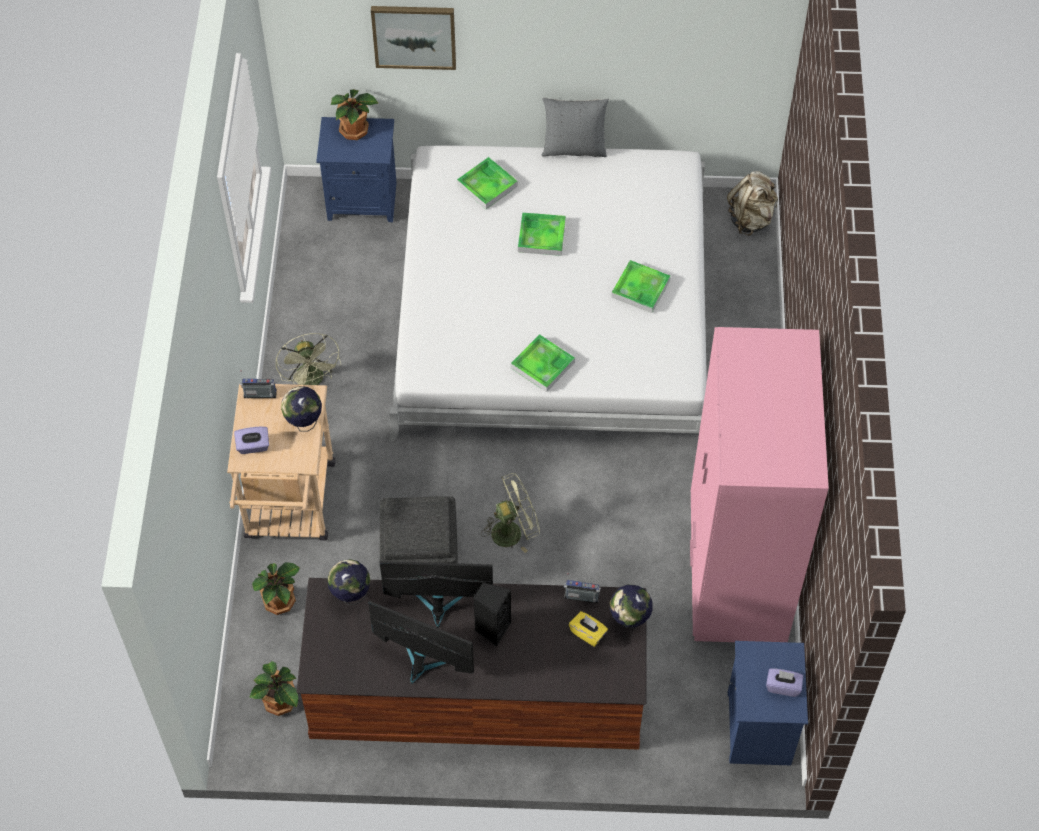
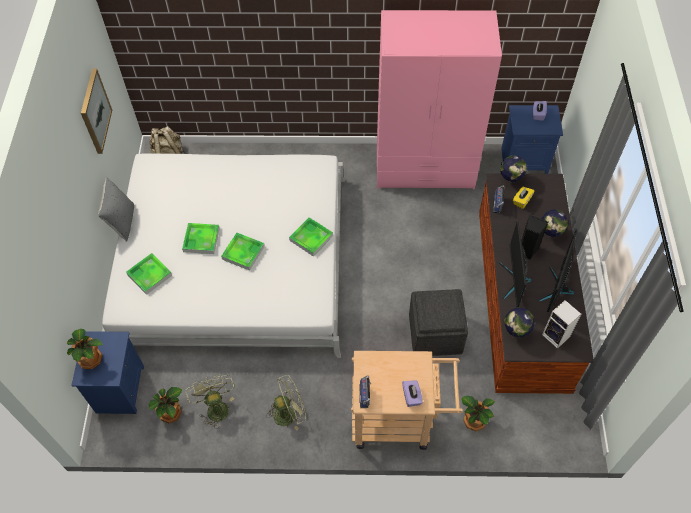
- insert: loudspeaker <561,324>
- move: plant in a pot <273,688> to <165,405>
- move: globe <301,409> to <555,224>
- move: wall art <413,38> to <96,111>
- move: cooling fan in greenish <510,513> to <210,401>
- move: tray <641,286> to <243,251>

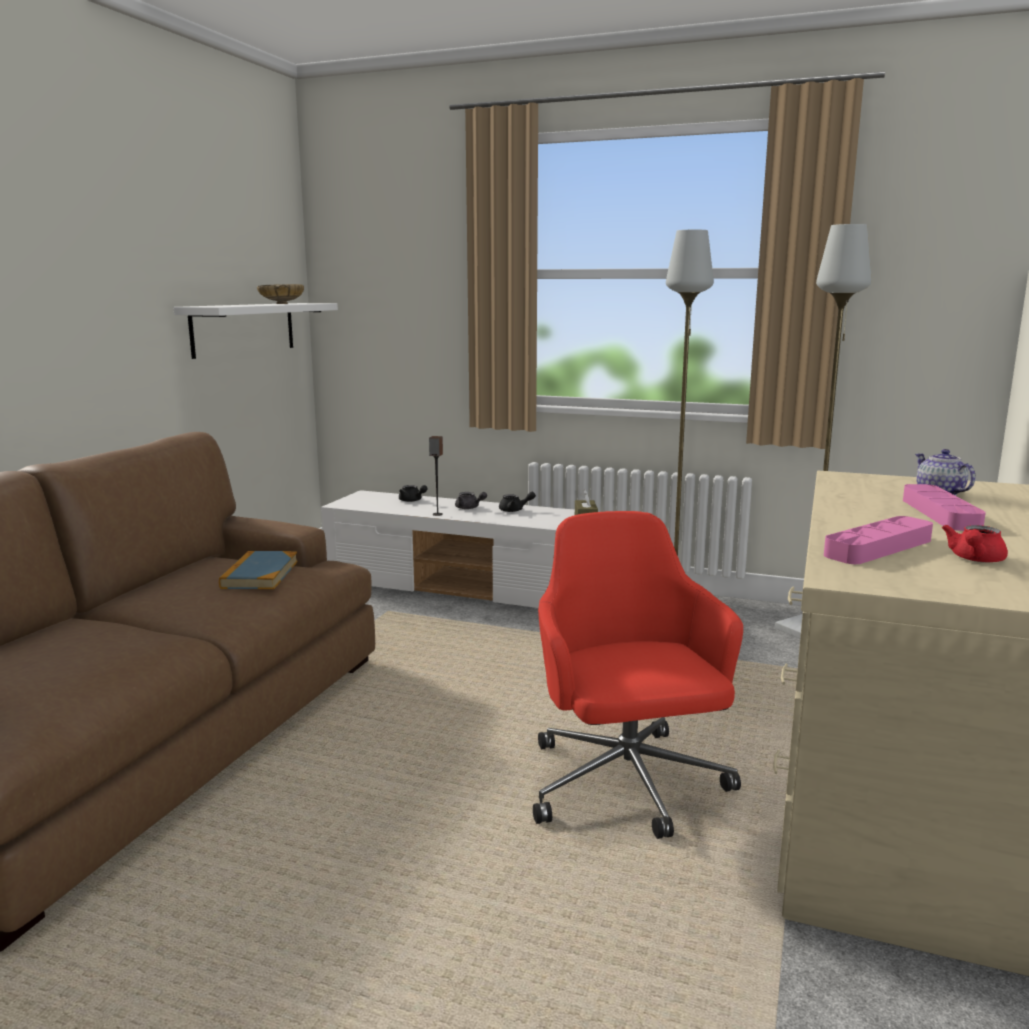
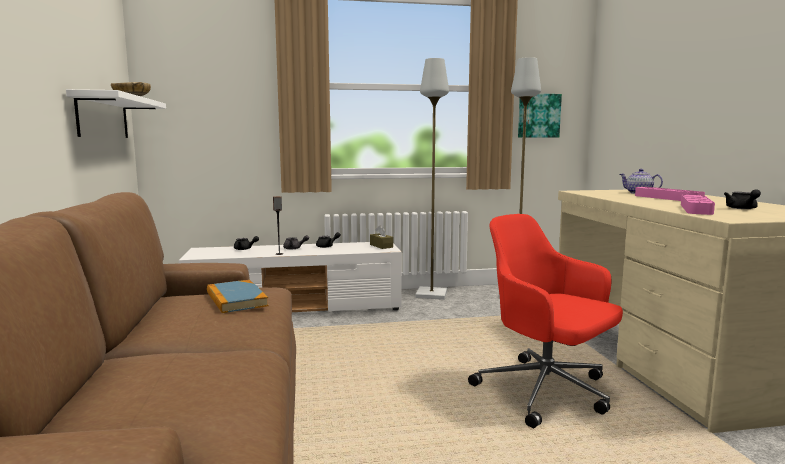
- insert: wall art <540,116>
- recolor: teapot in red <975,543> to teapot in black-coloured <742,199>

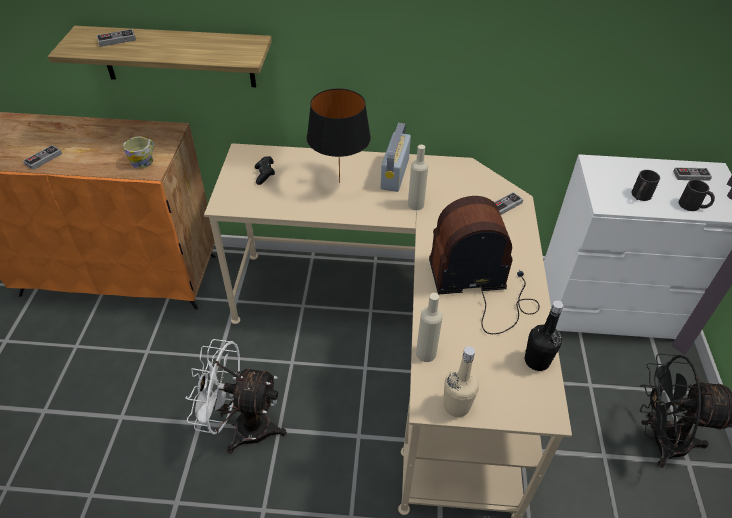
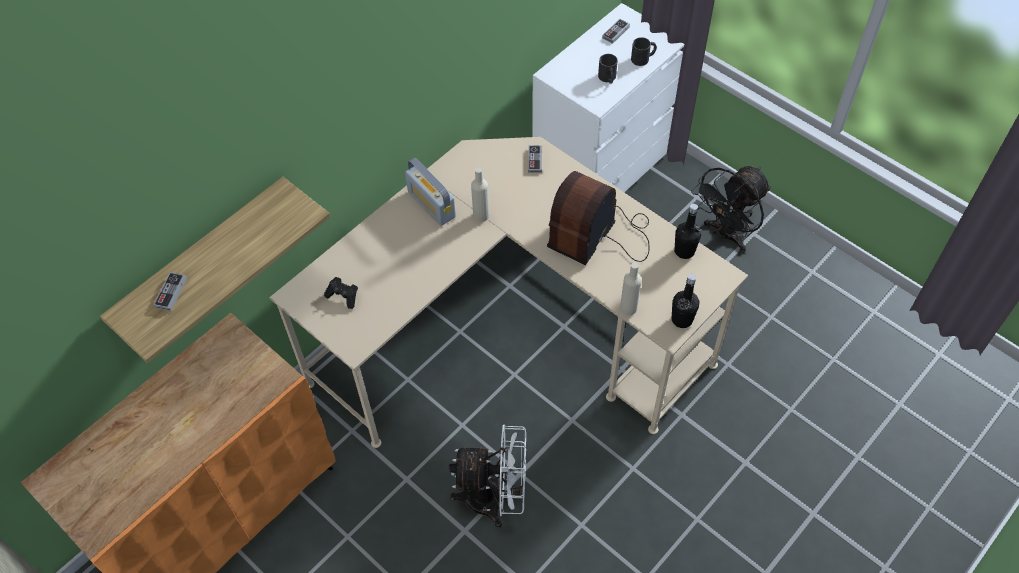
- delete: gamepad <42,157>
- delete: mug <138,153>
- delete: tabletop lamp in black-coloured <339,136>
- recolor: beverage bottle in beige-coloured <461,381> to beverage bottle in black-coloured <685,301>
- rotate: cooling fan in white <236,396> = <487,476> 135 degrees counterclockwise

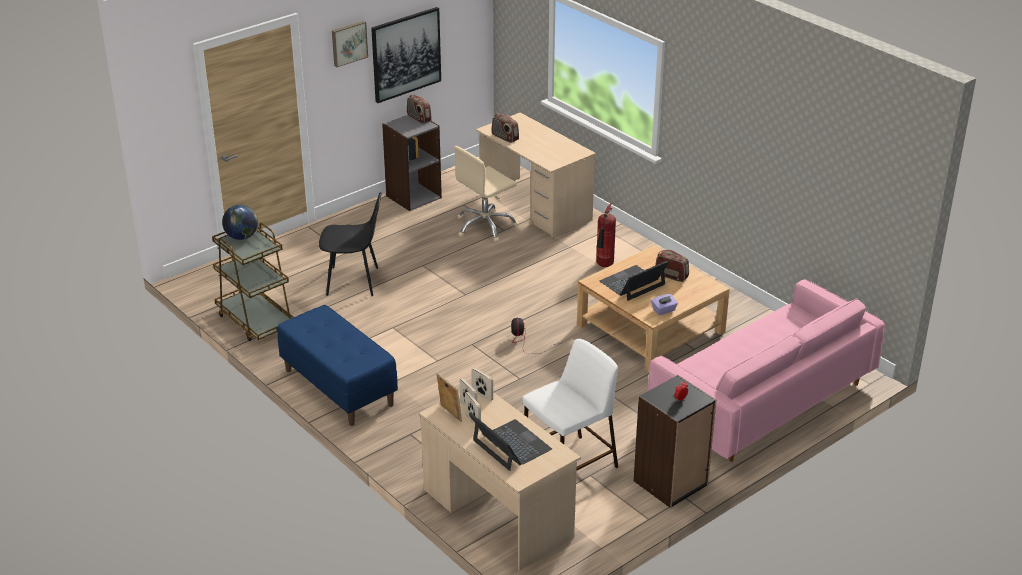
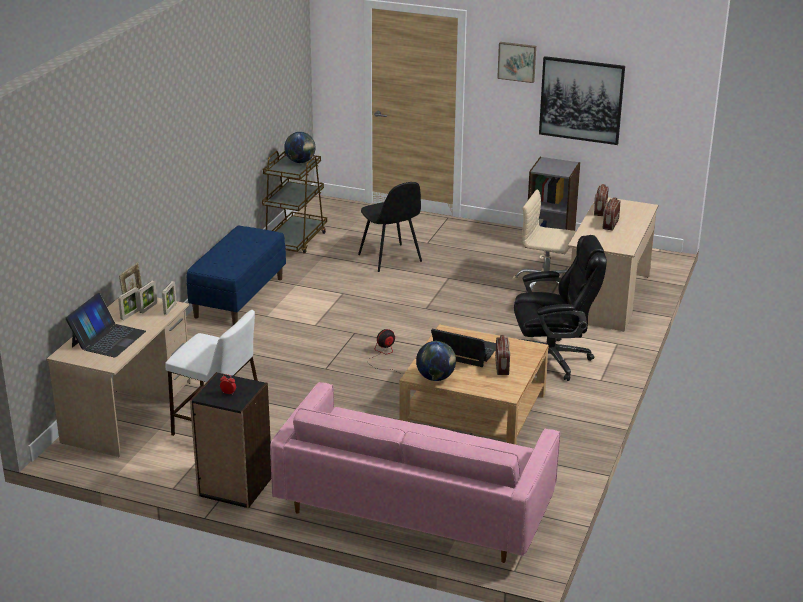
- move: radio receiver <419,109> to <611,214>
- replace: fire extinguisher <606,235> to desk chair in black-coloured <560,308>
- replace: box of tissues in purple-coloured <665,304> to globe <436,361>

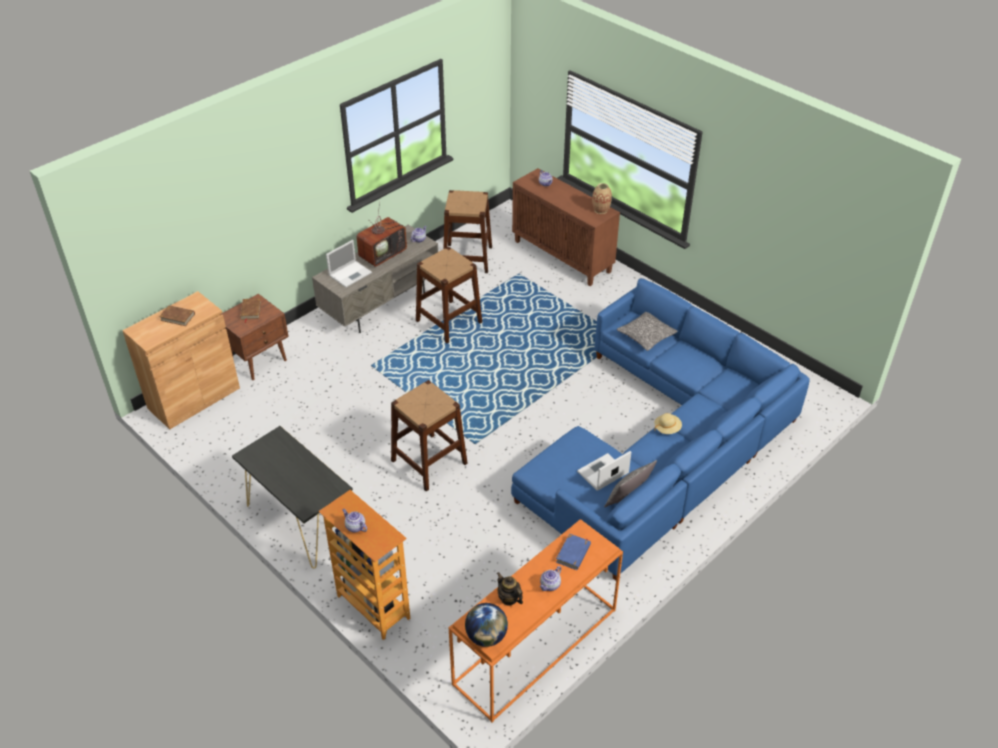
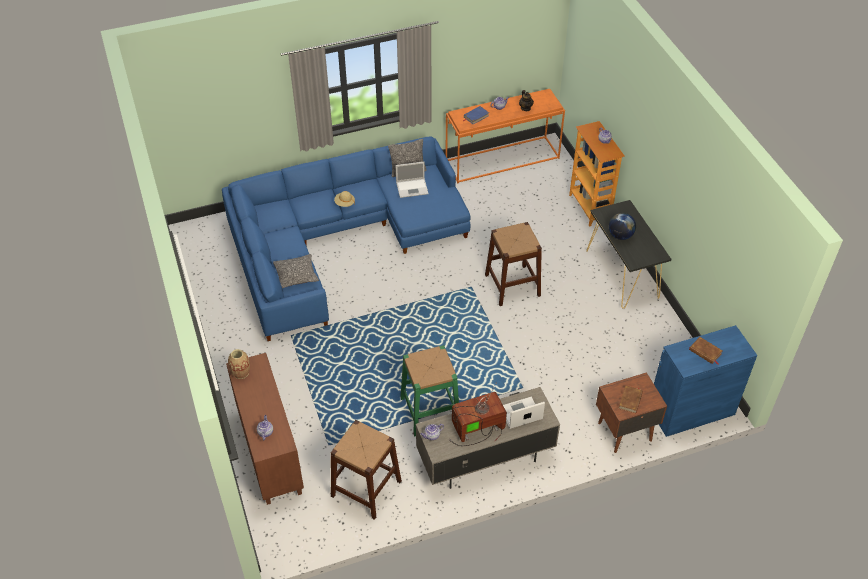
- move: globe <486,625> to <622,226>
- recolor: cabinet in brown-coloured <181,360> to cabinet in blue-coloured <705,381>
- recolor: sitting stool in brown-coloured <449,295> to sitting stool in greenish <429,391>

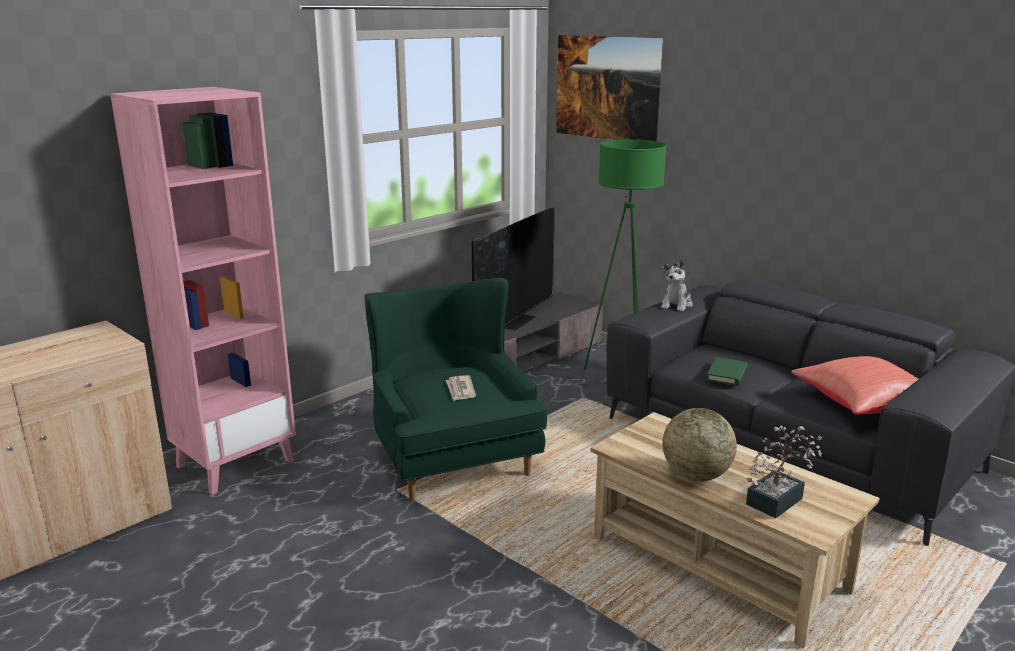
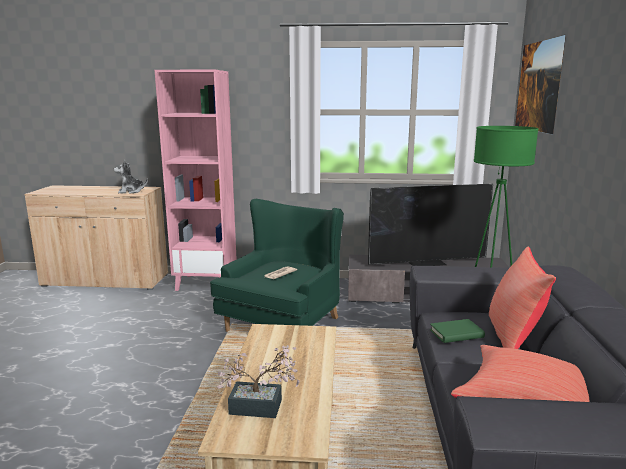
- delete: globe <699,444>
- insert: cushion in red <522,298>
- move: soft toy <677,285> to <131,177>

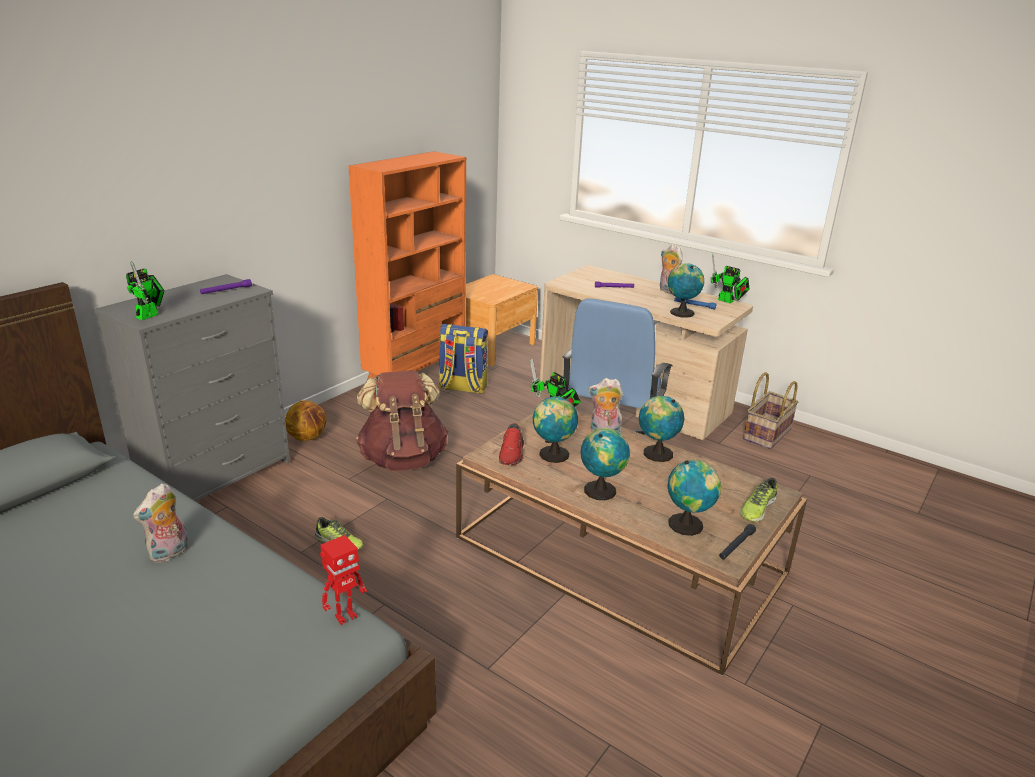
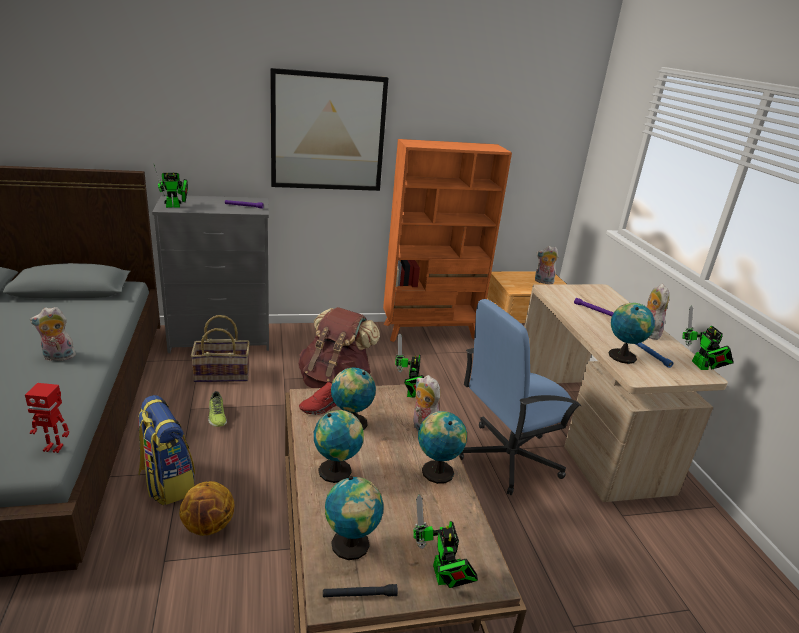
- insert: wall art <329,129>
- insert: soft toy <547,265>
- move: basketball <306,420> to <206,508>
- move: rucksack <463,359> to <166,450>
- move: storage basket <770,410> to <220,348>
- replace: item of footwear <758,500> to model robot <445,541>

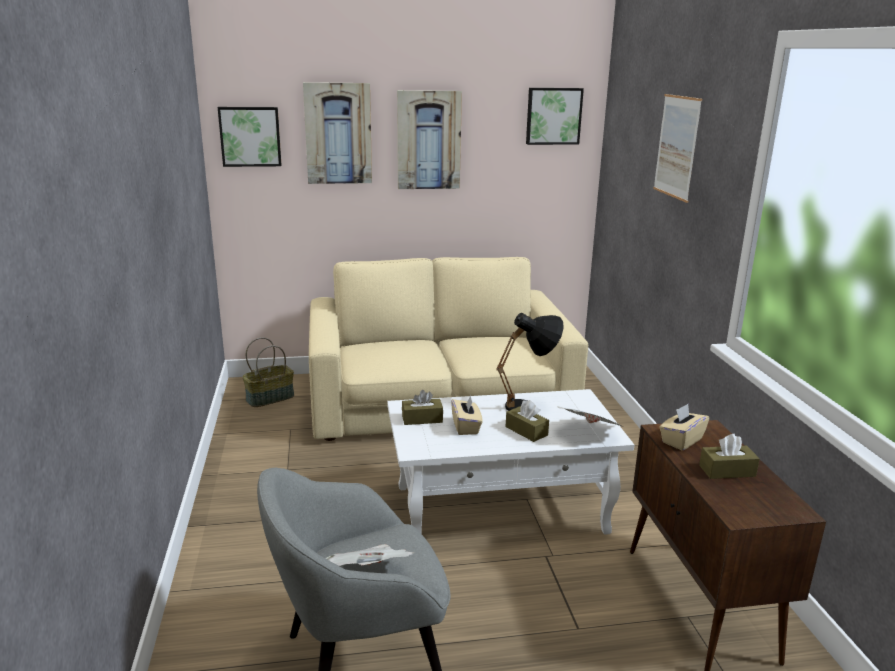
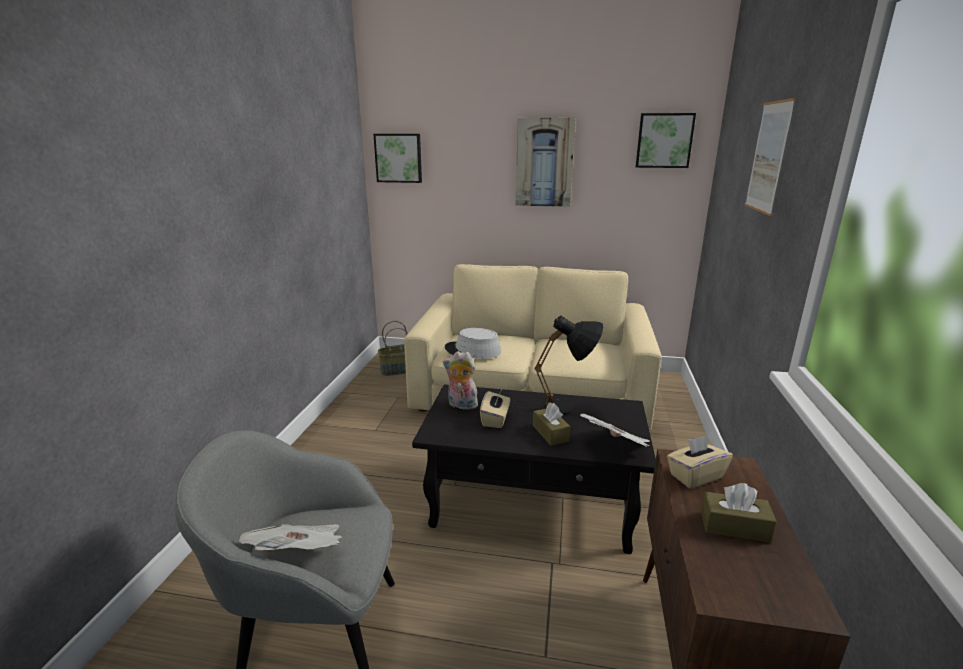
- delete: wall art <337,133>
- insert: clothing hat in gray <473,343>
- replace: box of tissues in brown-coloured <422,407> to soft toy <460,380>
- recolor: lounge table in white <510,462> to lounge table in black-coloured <534,469>

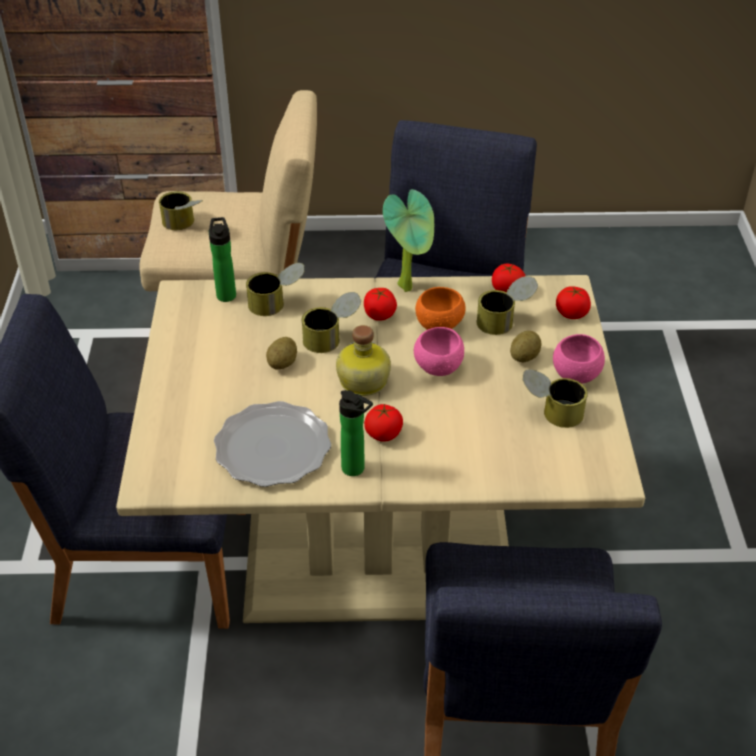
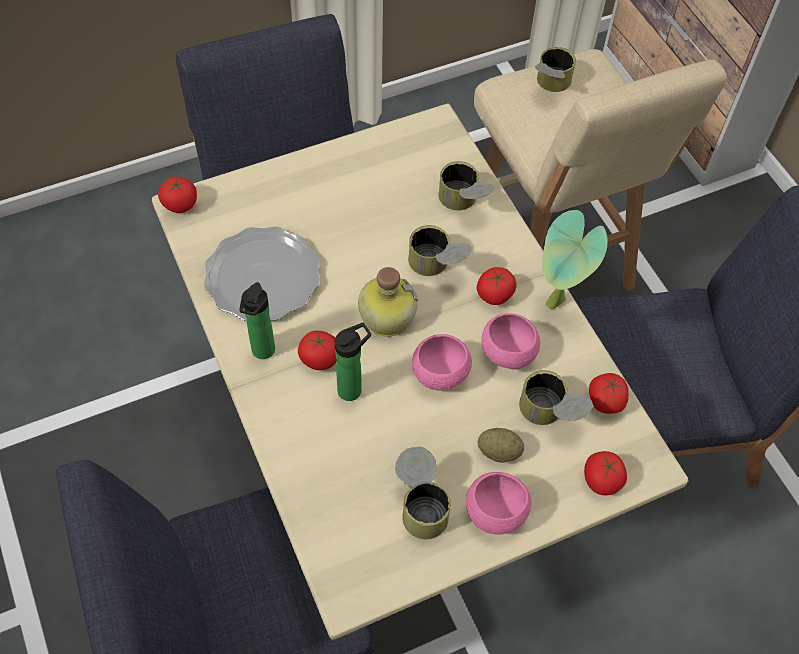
- delete: potato <281,353>
- insert: whole tomato <177,195>
- move: beverage bottle <222,259> to <353,362>
- recolor: bowl in orangey <440,308> to bowl in pink-coloured <510,341>

